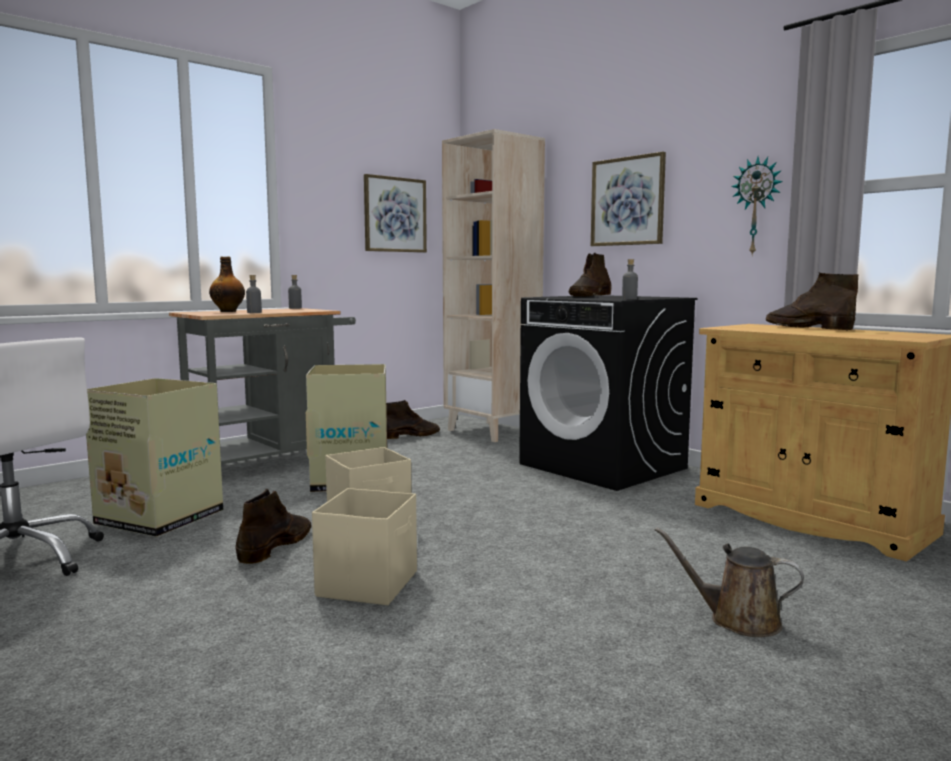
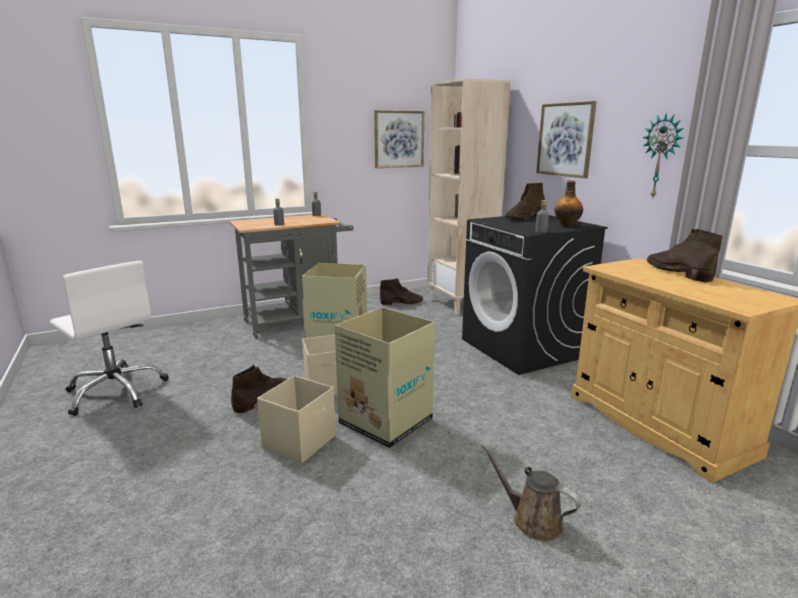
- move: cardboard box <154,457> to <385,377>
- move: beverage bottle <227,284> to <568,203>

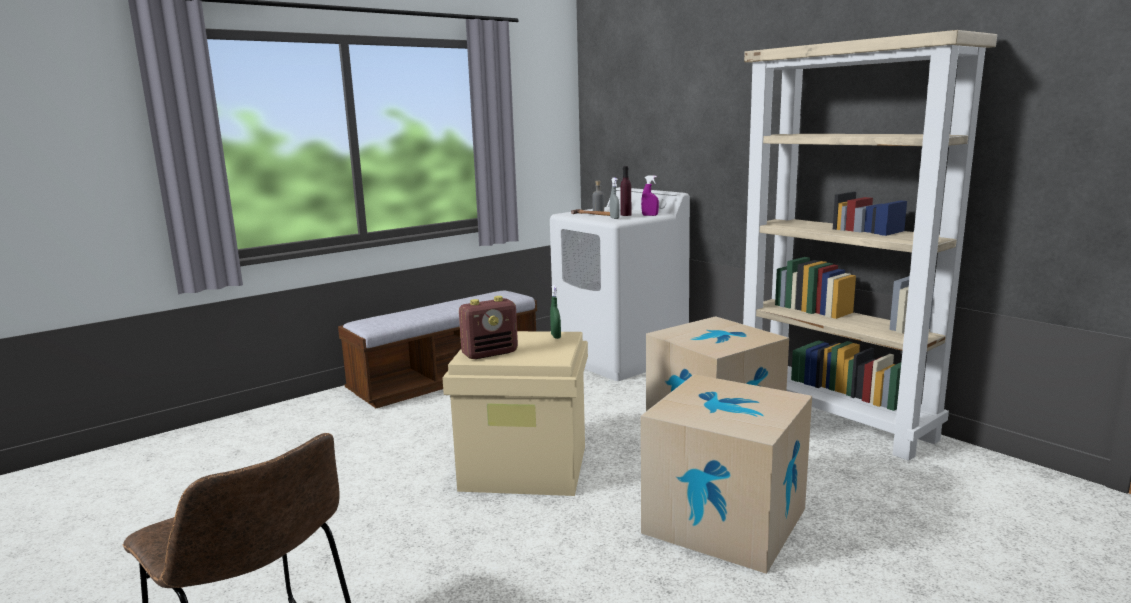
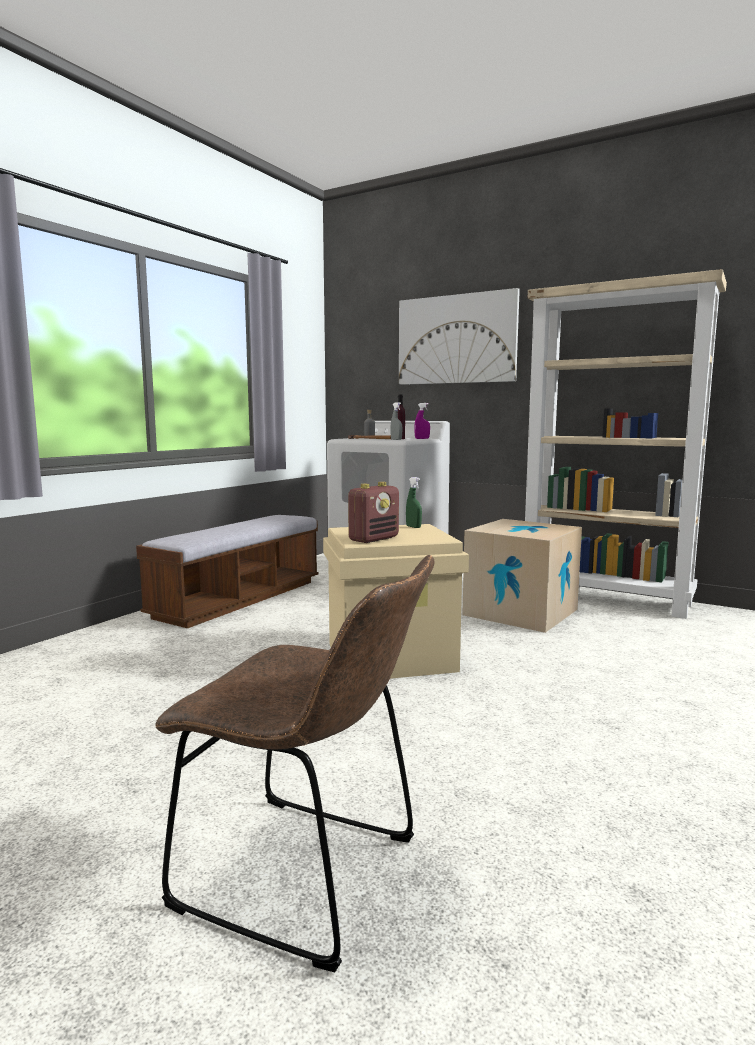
- delete: cardboard box <726,474>
- insert: wall art <459,336>

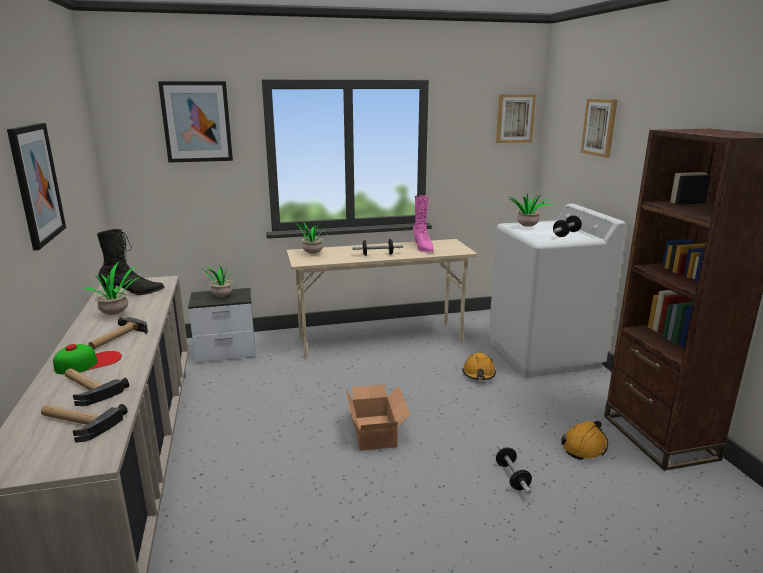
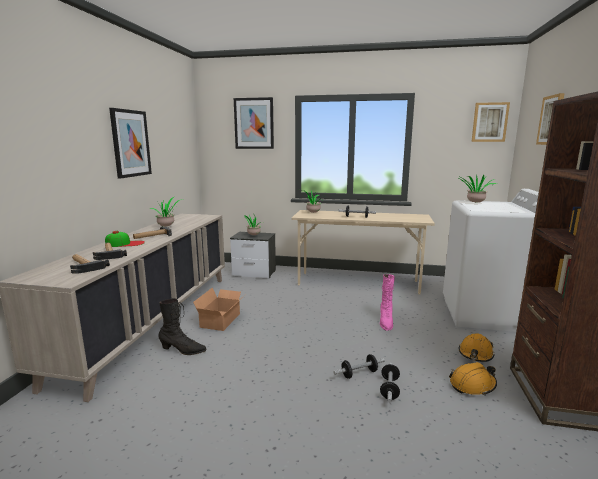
- move: boot in black-coloured <130,262> to <182,326>
- move: cardboard box <378,417> to <219,309>
- move: boot in pink-coloured <423,224> to <387,302>
- move: hard hat in orangey <479,366> to <477,347>
- move: dumbbell <567,226> to <359,366>

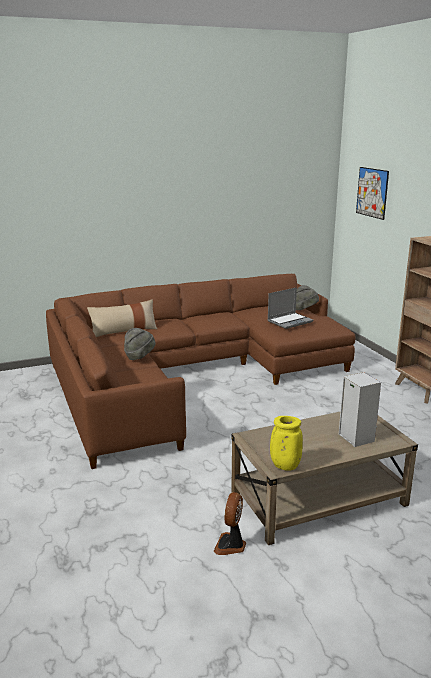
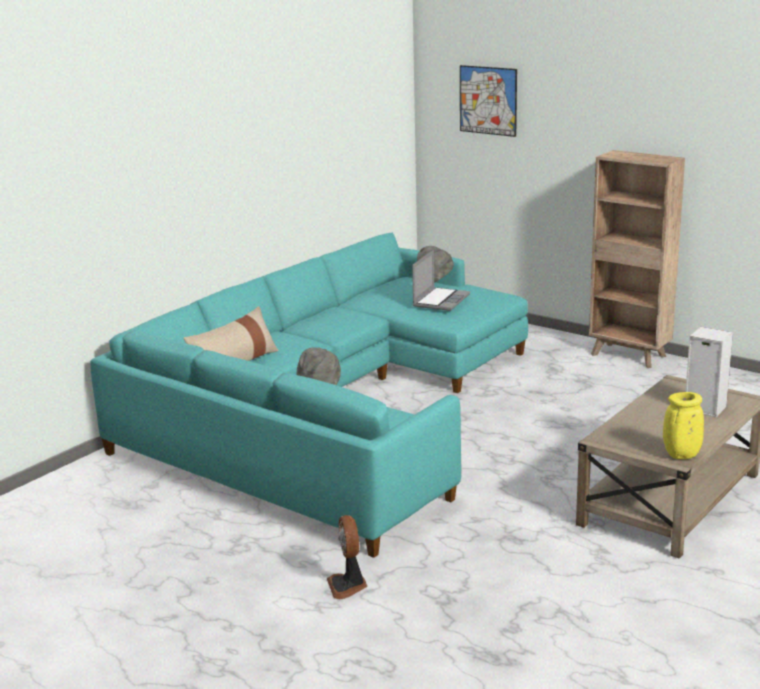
- move: cooling fan <229,523> to <347,557>
- recolor: couch in brown-coloured <201,371> to couch in turquoise-coloured <309,395>

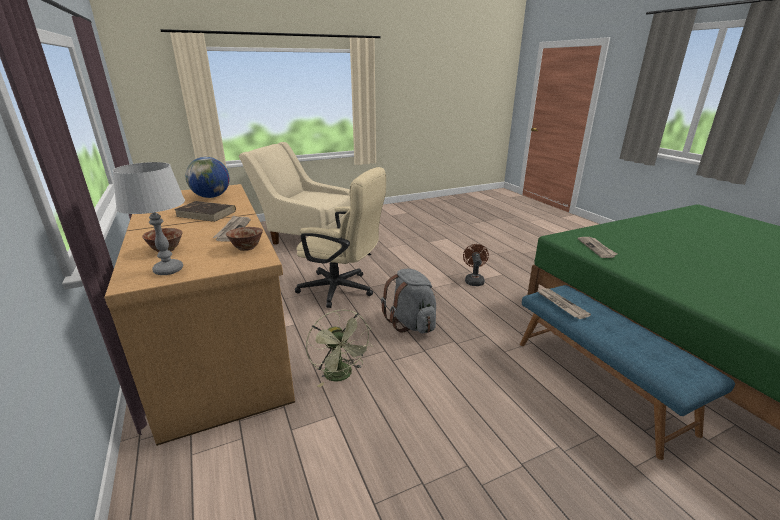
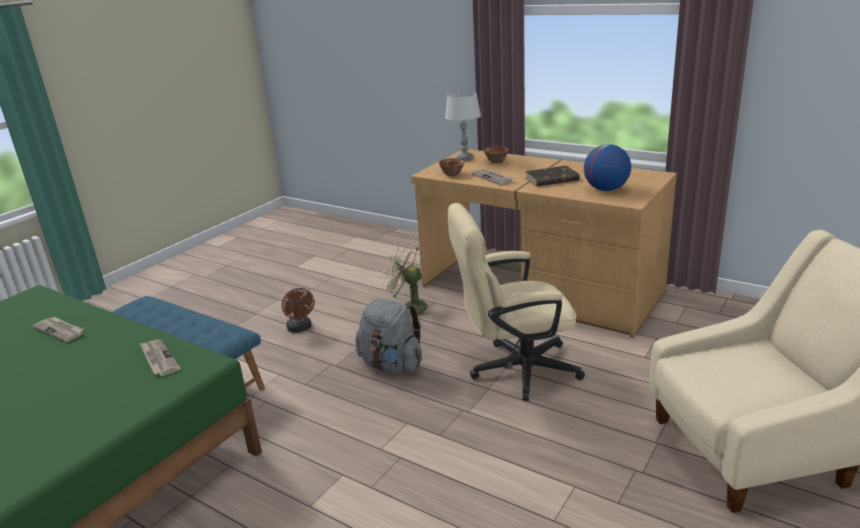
- move: cooling fan in brown-coloured <476,265> to <298,310>
- move: daily paper <564,303> to <58,329>

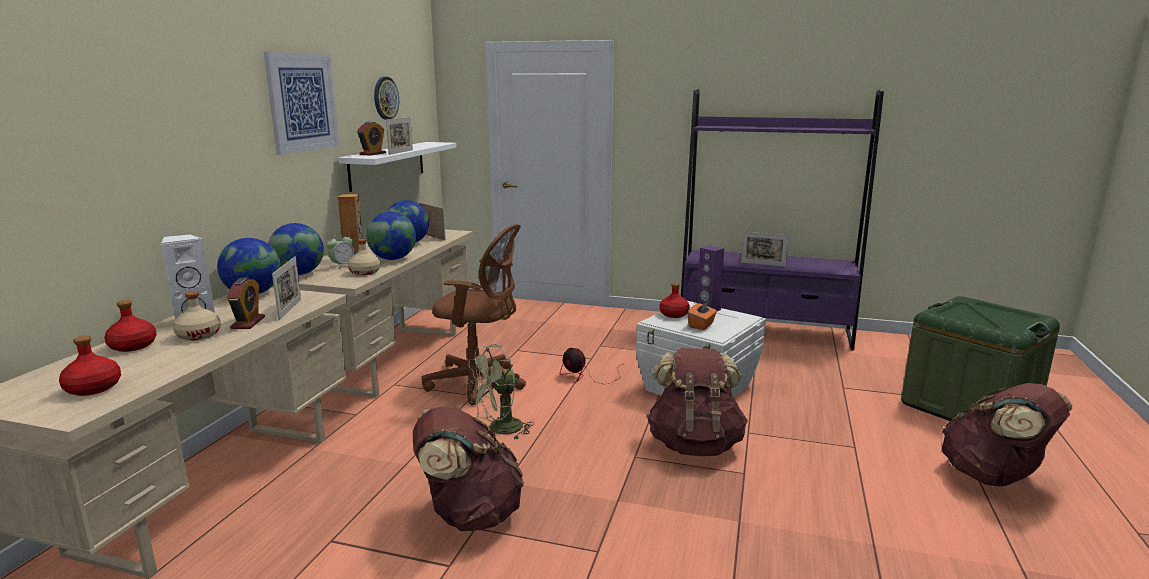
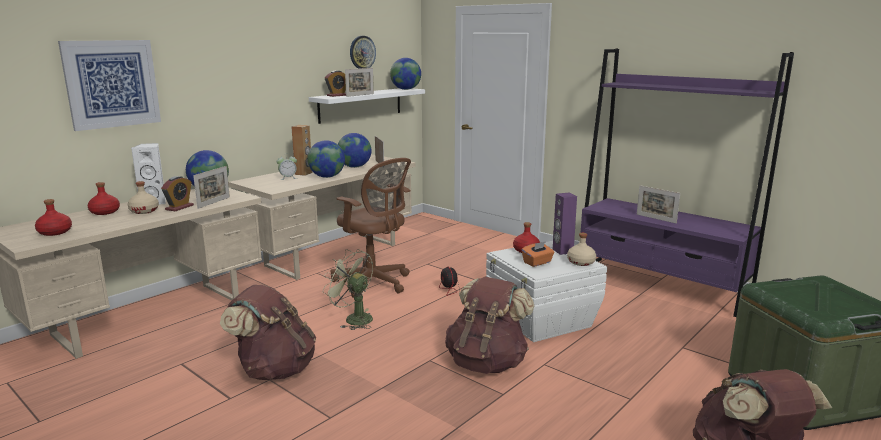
- move: wall art <301,103> to <109,85>
- move: globe <296,249> to <405,74>
- move: beverage bottle in beige-coloured <364,257> to <581,249>
- rotate: cooling fan in greenish <500,392> = <348,289> 45 degrees clockwise

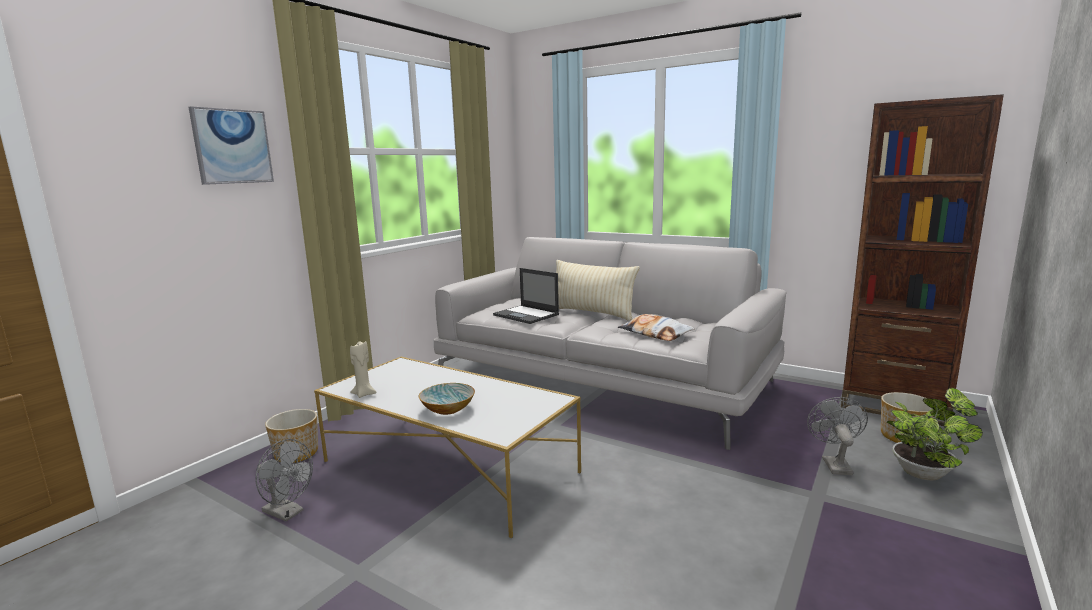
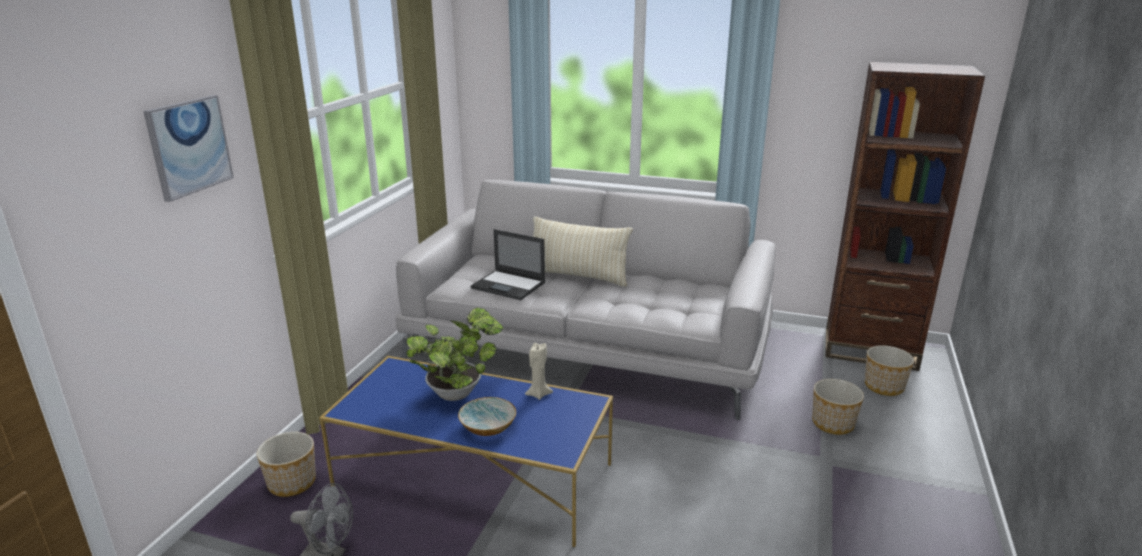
- delete: cushion <656,327>
- move: candle in beige-coloured <363,369> to <539,371>
- move: plant in a pot <935,434> to <454,354>
- replace: cooling fan in gray <837,436> to plant pot <838,407>
- recolor: lounge table in white <447,447> to lounge table in blue-coloured <466,451>

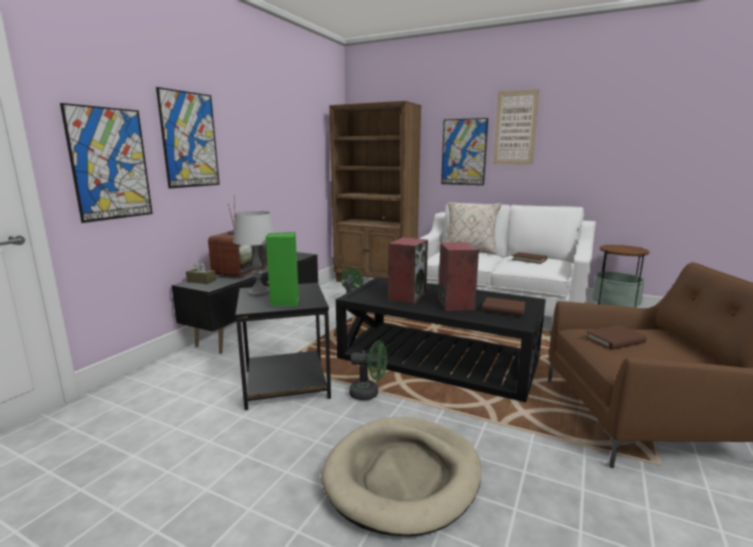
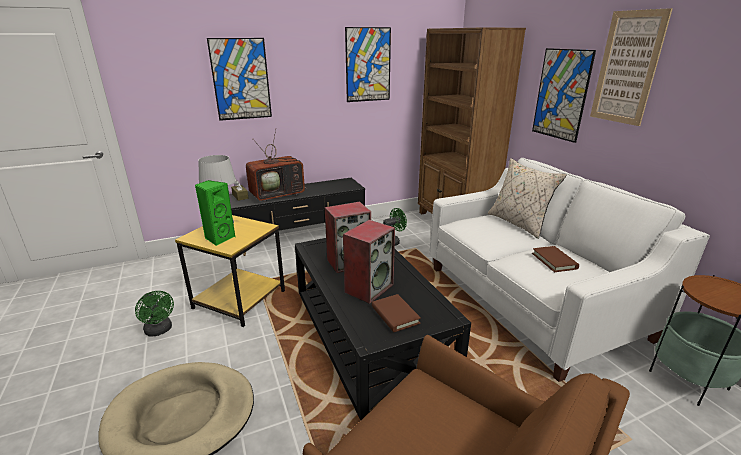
- delete: book in brown-coloured <616,337>
- move: wall art <106,163> to <368,64>
- move: cooling fan in greenish <368,370> to <154,314>
- recolor: side table in black-coloured <283,346> to side table in yellowish <230,271>

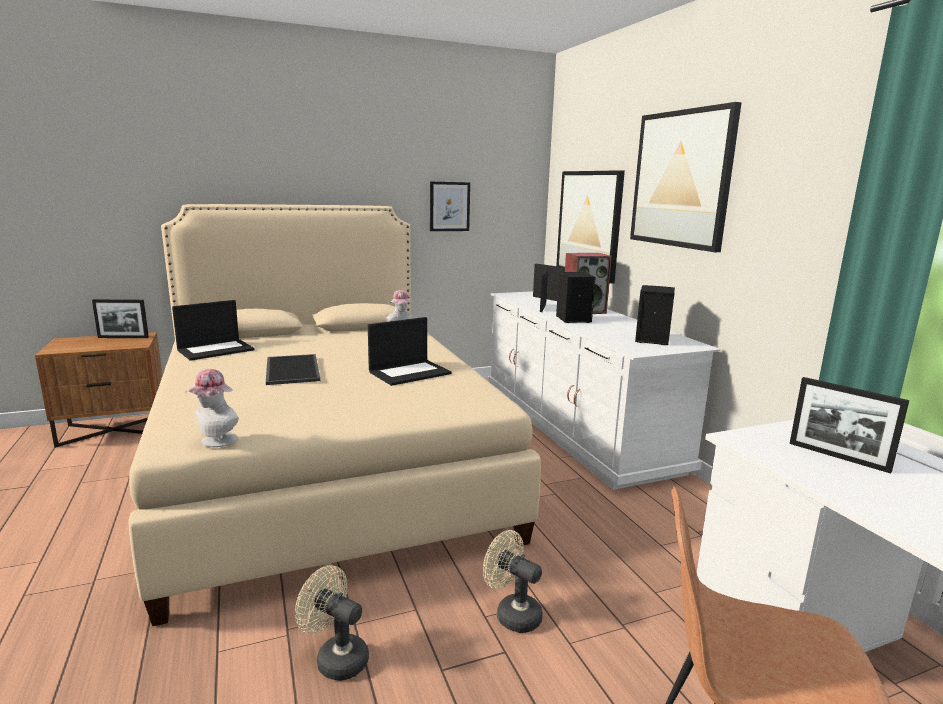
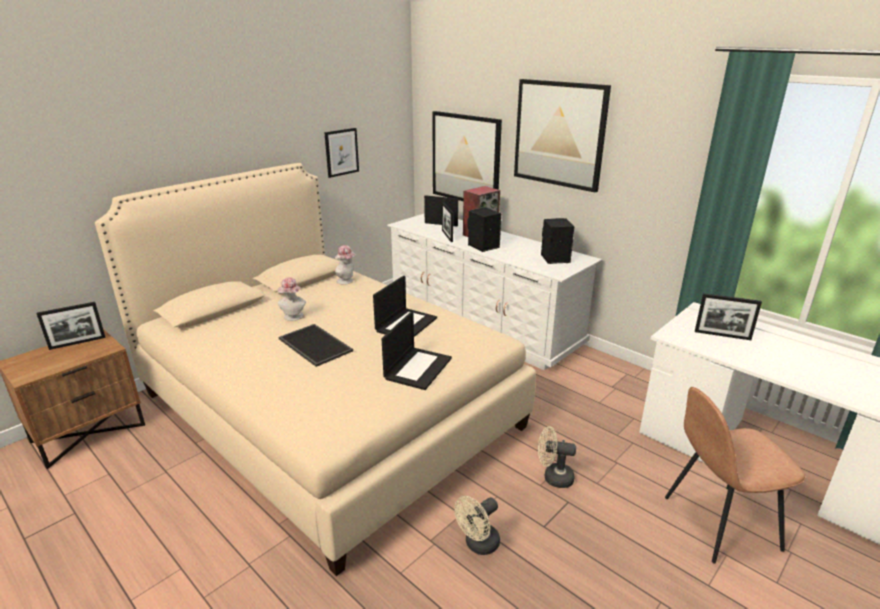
- move: portable computer <213,330> to <417,350>
- move: clothing hat <212,408> to <292,299>
- rotate: cooling fan in beige-coloured <332,623> = <477,525> 45 degrees counterclockwise

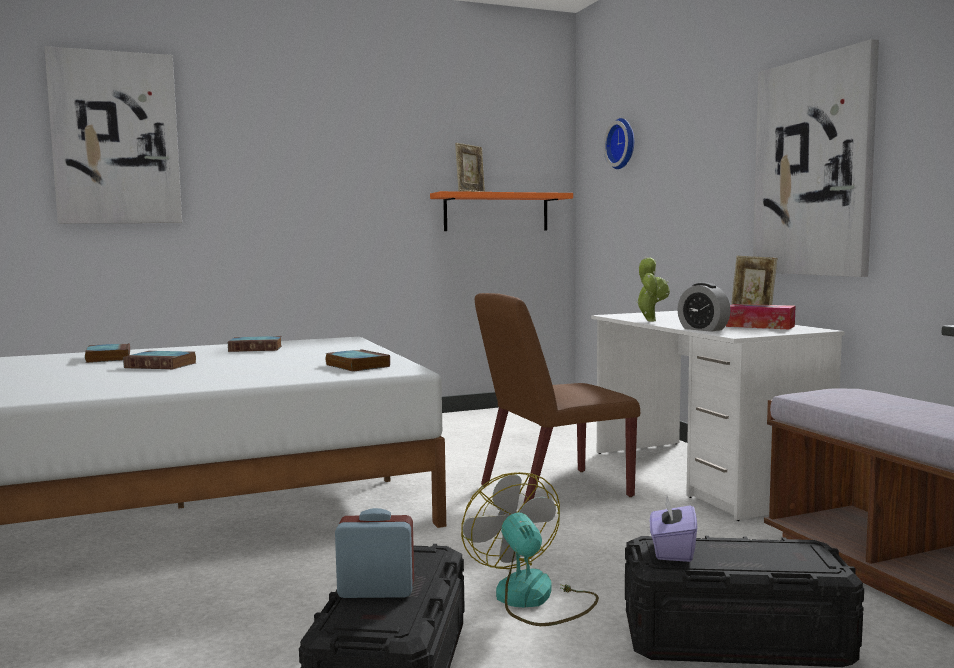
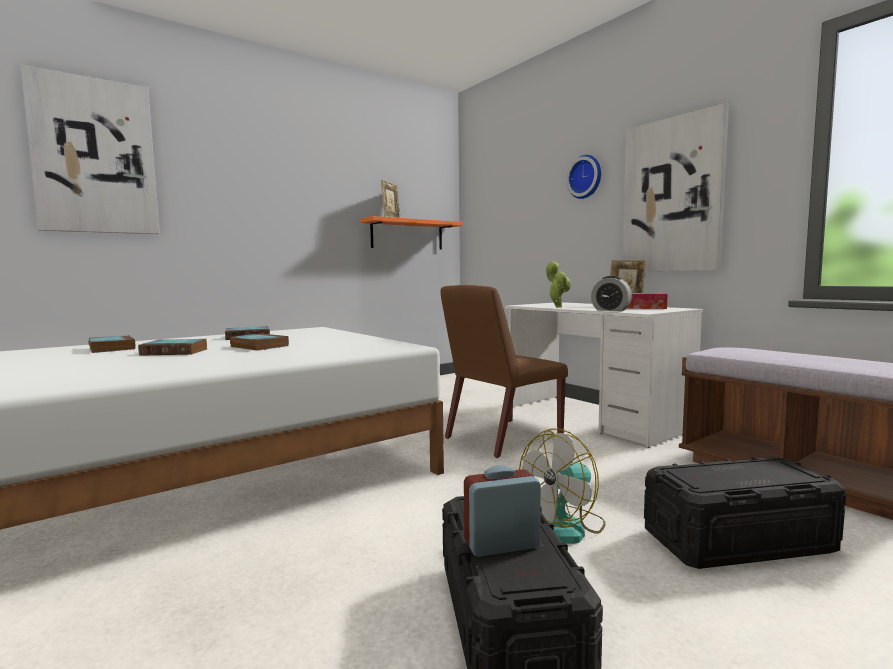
- delete: box of tissues in purple-coloured <673,529>
- move: book <357,360> to <259,342>
- move: wall clock <619,143> to <583,177>
- rotate: cooling fan <530,549> = <562,486> 90 degrees counterclockwise

